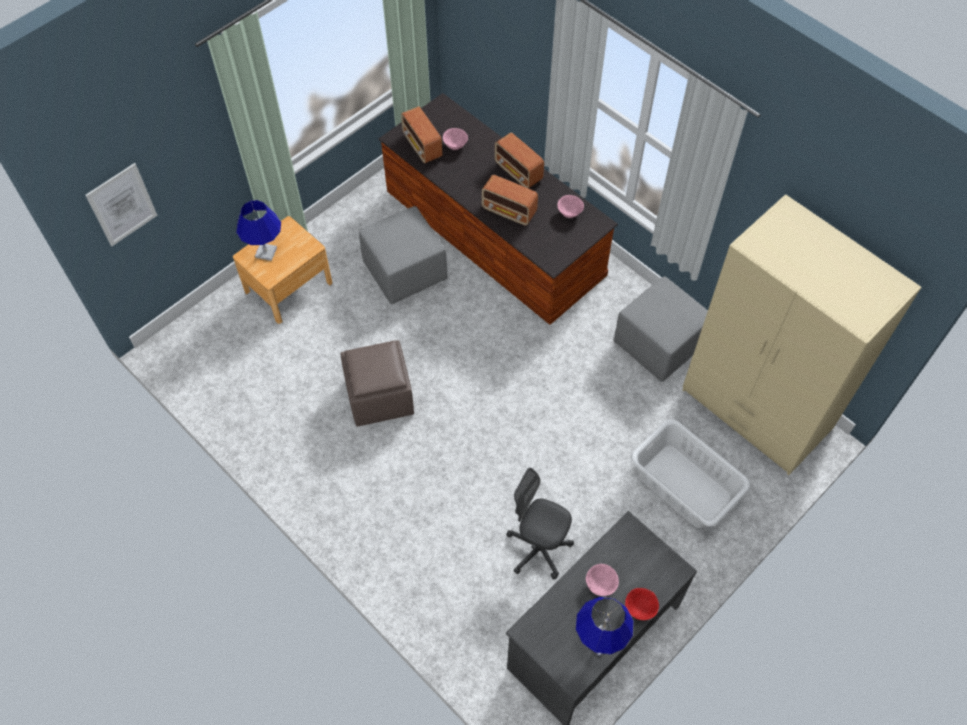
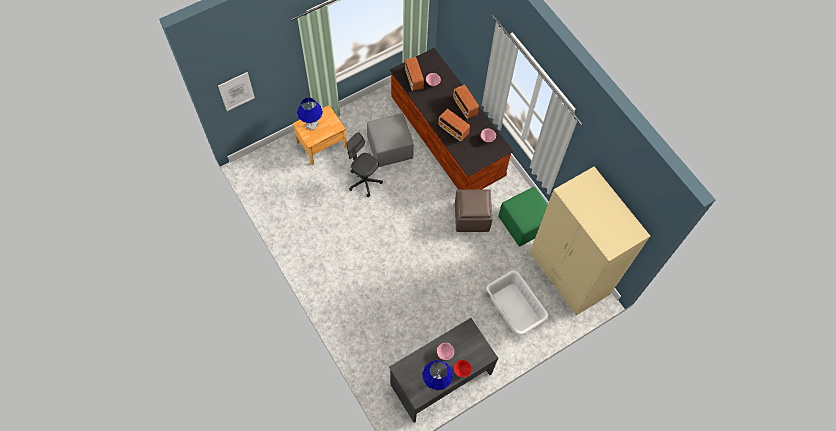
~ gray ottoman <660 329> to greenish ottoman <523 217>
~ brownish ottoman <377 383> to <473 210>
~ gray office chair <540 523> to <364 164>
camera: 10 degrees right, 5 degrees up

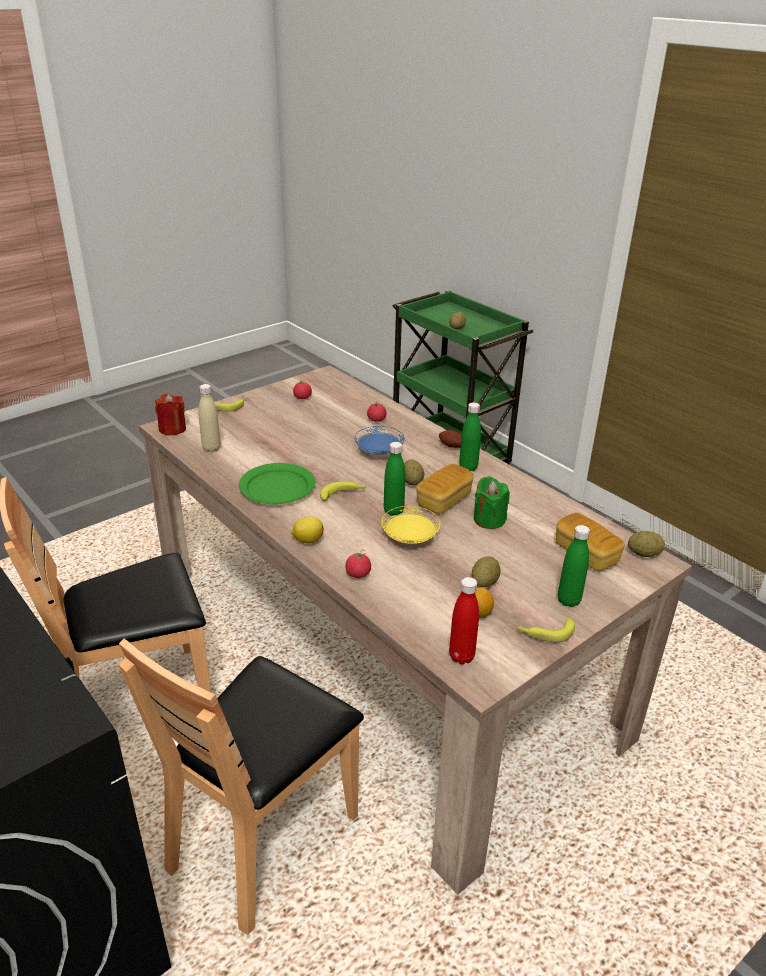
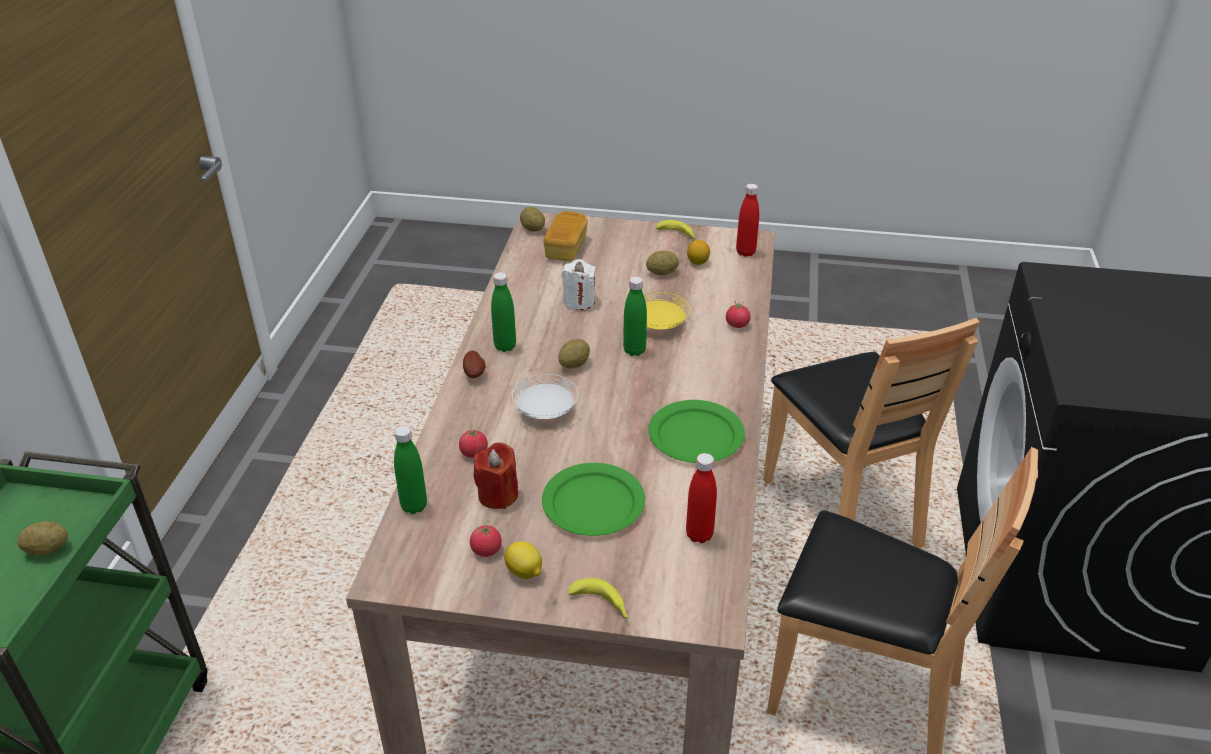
~ sand-coloured beverage bottle <210 418> to red-coloured beverage bottle <701 498>
~ red-coloured wax light <170 414> to <495 475>
~ blue flat dish <379 440> to whitish flat dish <545 396>
- bread <444 489>
~ greenish wax light <492 502> to whitish wax light <579 284>
- banana <343 491>
~ lemon <307 530> to <523 560>
~ greenish beverage bottle <574 566> to <410 469>
~ brownish upright chair <241 786> = <871 433> 75 degrees clockwise
+ greenish flat dish <593 499>
camera: 130 degrees left, 5 degrees up

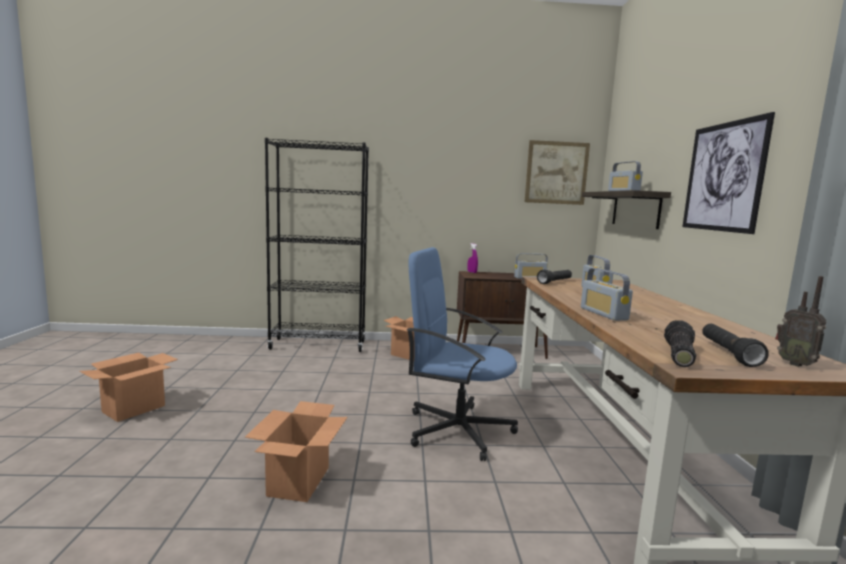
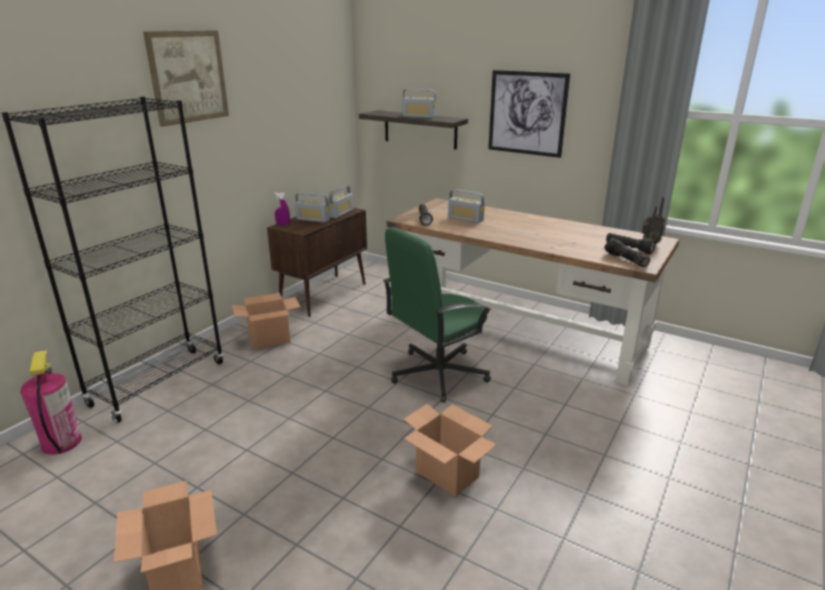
~ wall picture <557 172> to <186 78>
~ blue office chair <462 354> to greenish office chair <437 315>
~ radio <607 294> to <312 208>
+ fire extinguisher <51 402>
camera: 55 degrees left, 15 degrees up

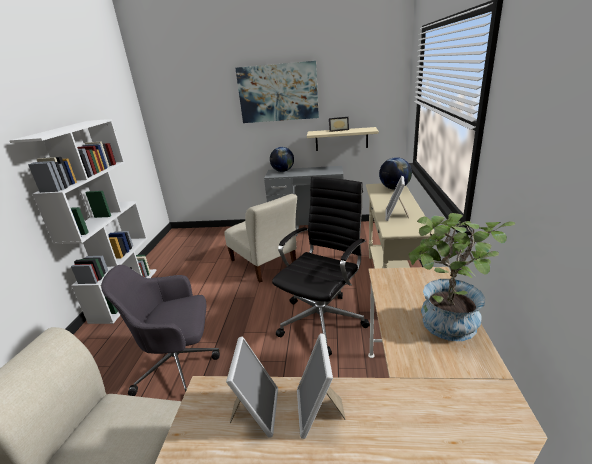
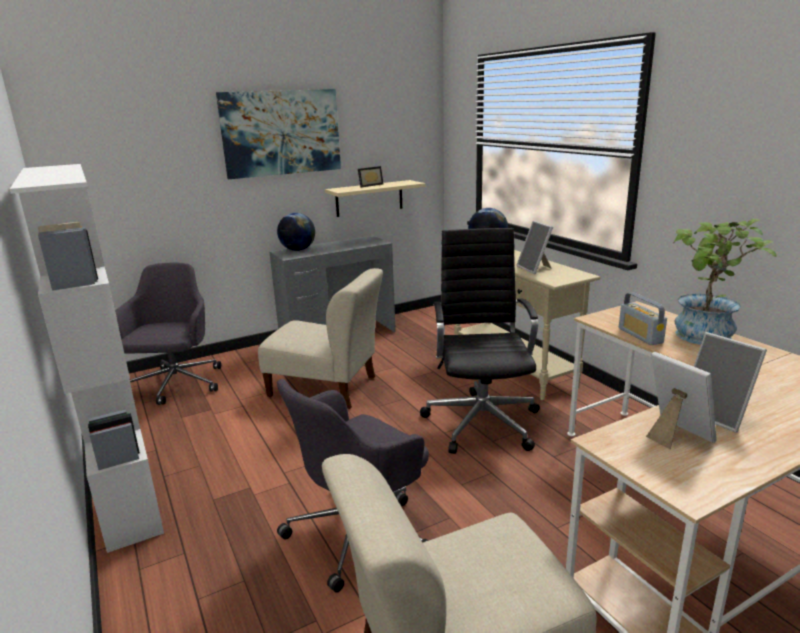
+ gray office chair <168 334>
+ radio <643 318>
camera: 35 degrees left, 5 degrees down

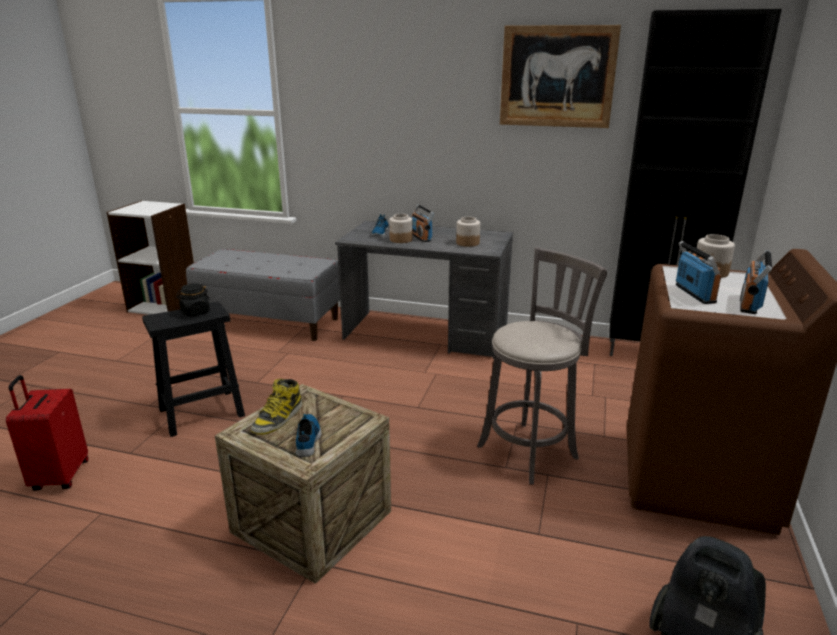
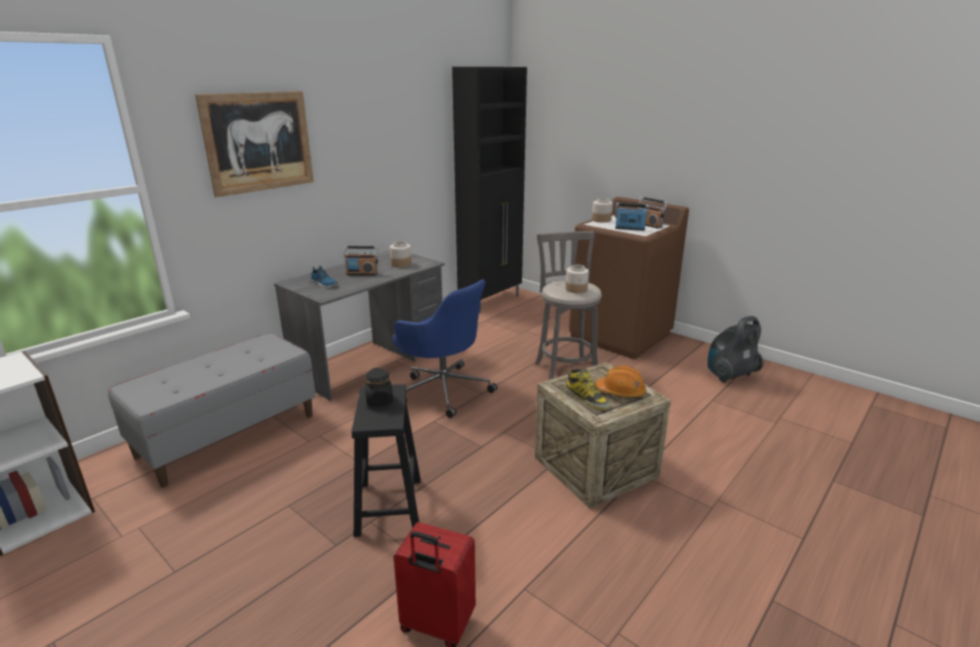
~ wall picture <560 76> to <254 144>
~ jar <401 228> to <577 279>
~ low shoe <308 435> to orange-coloured hard hat <621 381>
+ blue office chair <445 348>
camera: 65 degrees left, 0 degrees up

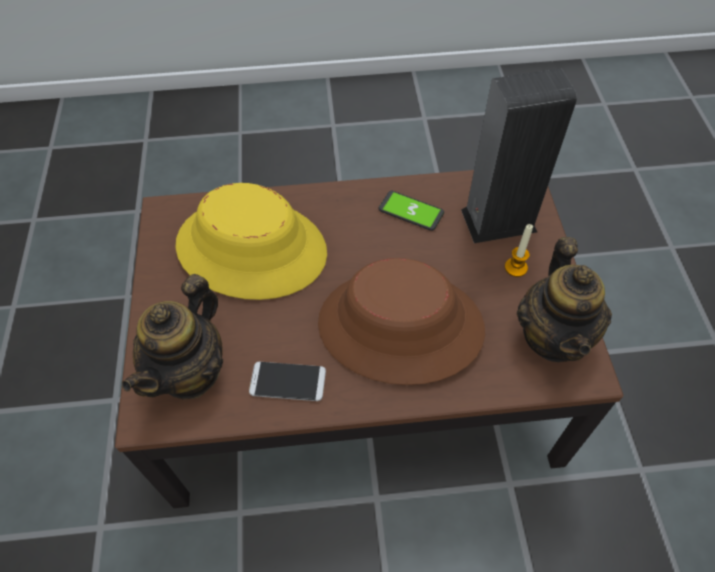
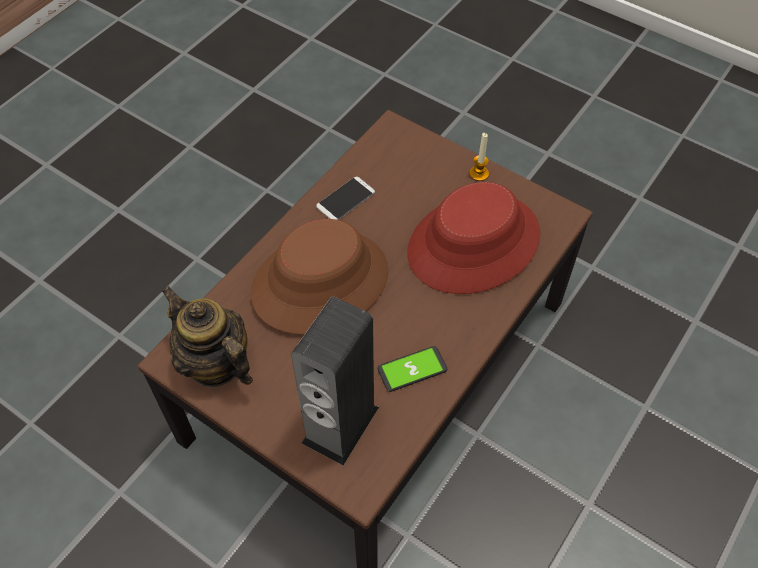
~ yellow wearable hat <251 241> to red-coloured wearable hat <473 238>
~ wax light <519 250> to <479 157>
- tea pot <172 337>
camera: 130 degrees right, 0 degrees up

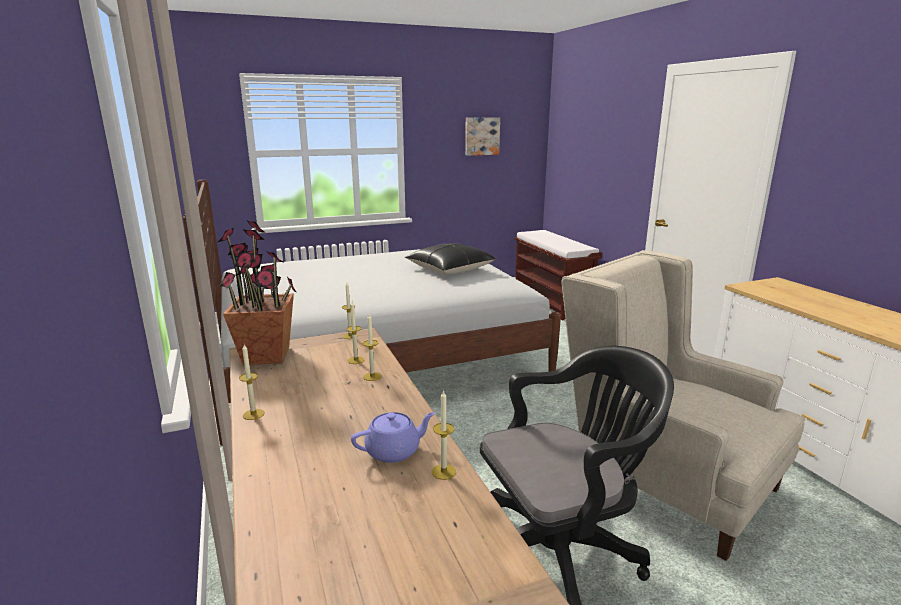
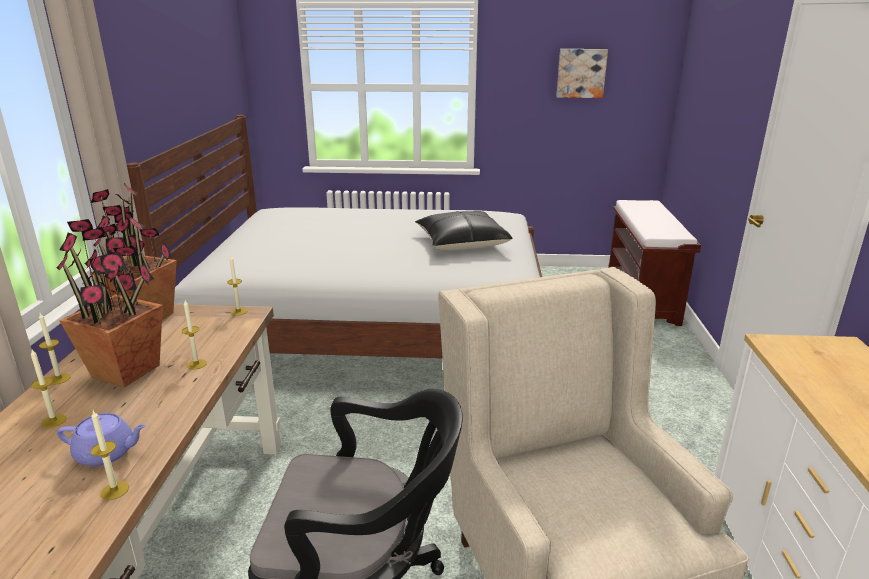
~ wax light <356 332> to <49 389>
+ houseplant <110 303>
camera: 25 degrees right, 5 degrees up

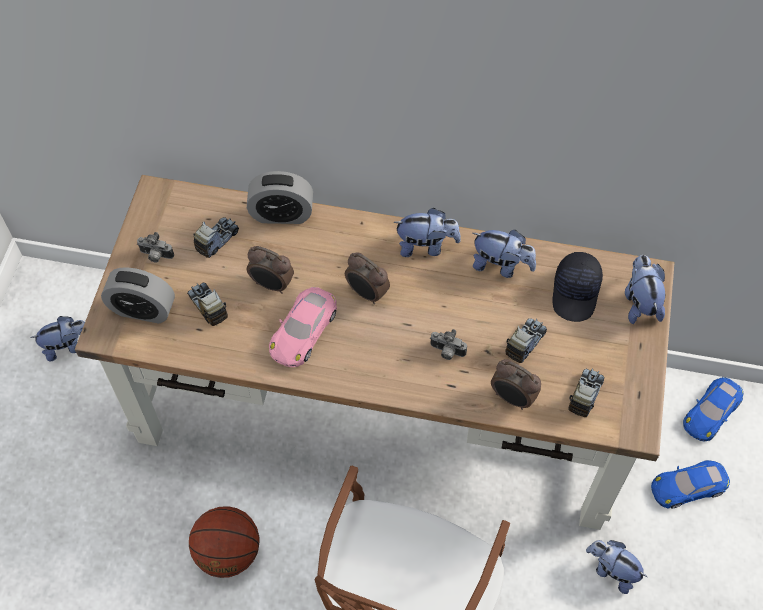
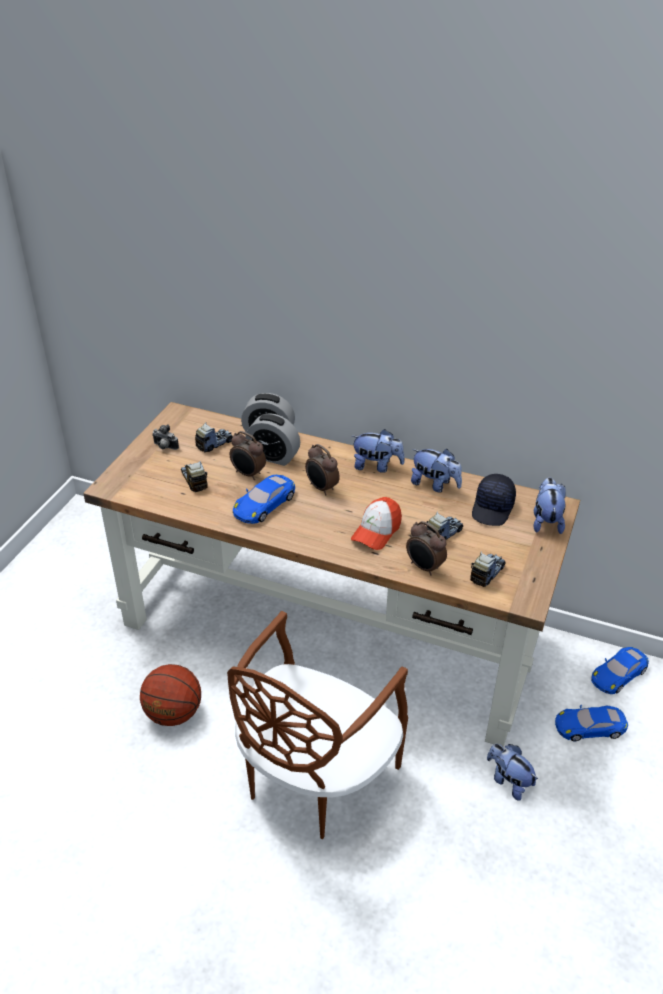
~ bedside clock <138 295> to <272 439>
~ pink toy car <303 327> to blue toy car <264 499>
- soft toy <58 338>
~ still camera <448 344> to peaked cap <376 523>
camera: 10 degrees right, 20 degrees down

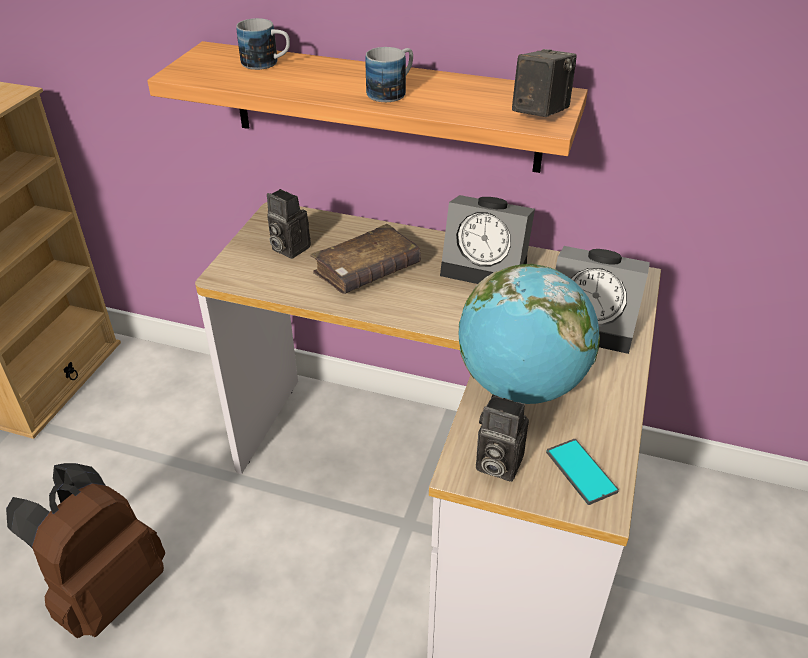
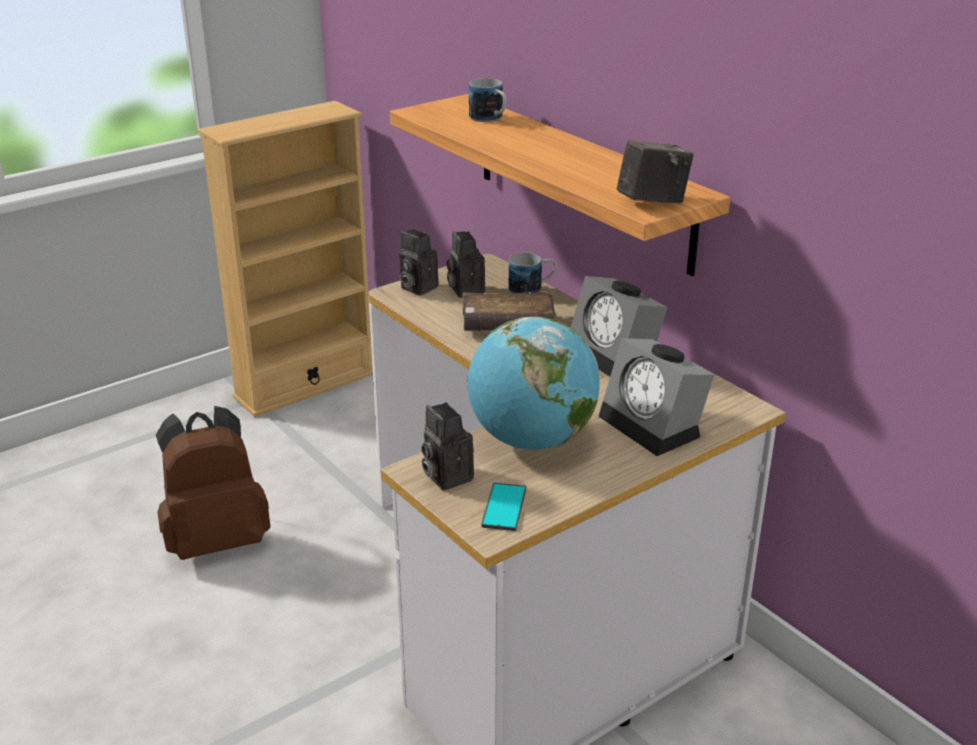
~ coffee mug <389 74> to <533 273>
+ still camera <419 262>
camera: 35 degrees right, 10 degrees down

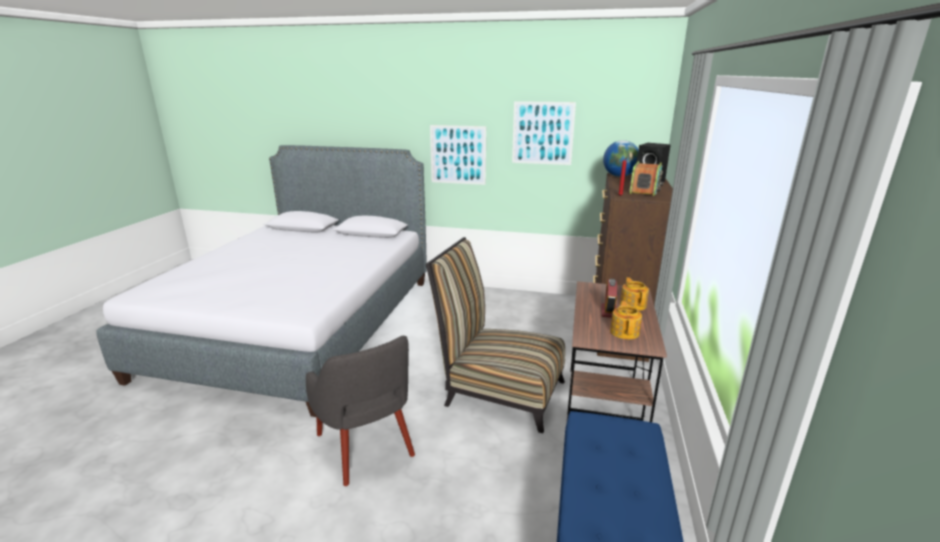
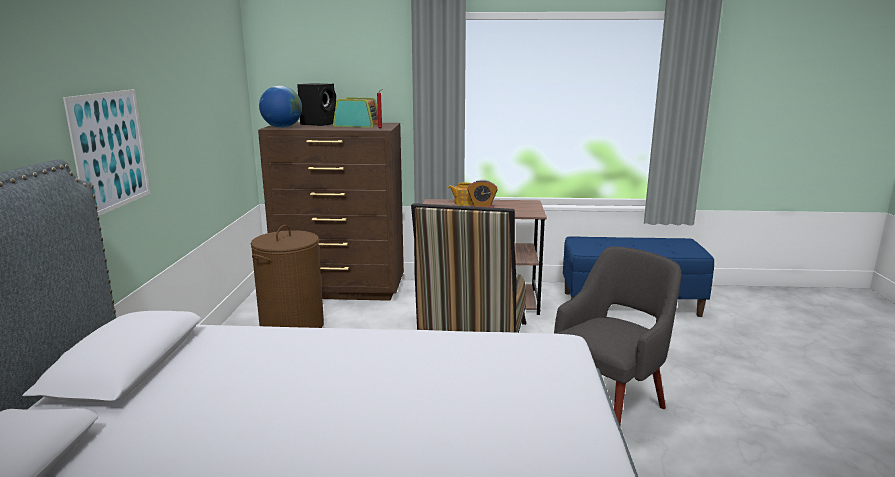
- wall picture <544 133>
- tea pot <626 320>
+ brownish laundry basket <287 276>
camera: 100 degrees left, 5 degrees down

